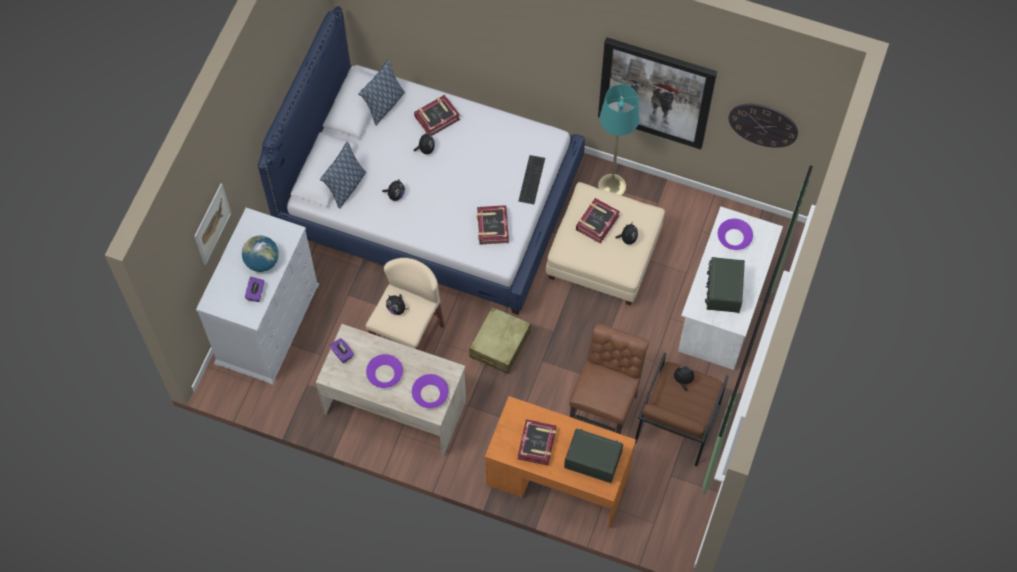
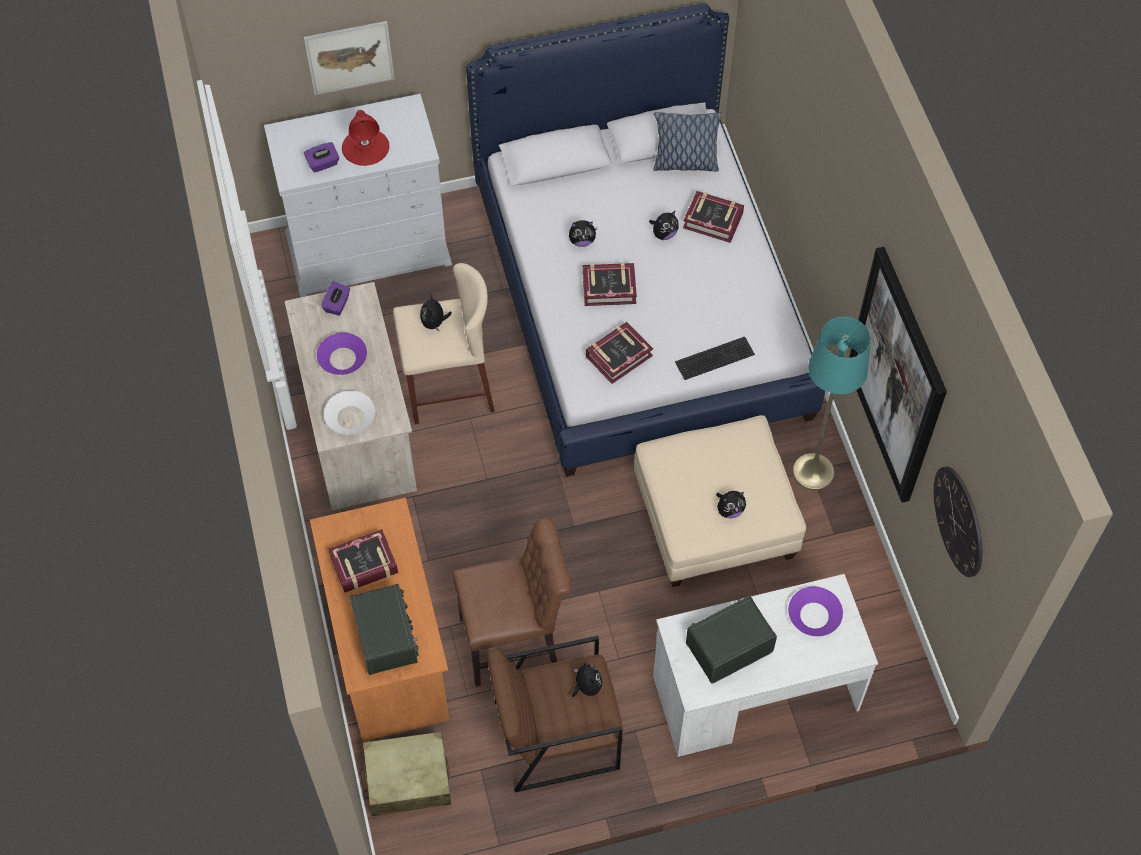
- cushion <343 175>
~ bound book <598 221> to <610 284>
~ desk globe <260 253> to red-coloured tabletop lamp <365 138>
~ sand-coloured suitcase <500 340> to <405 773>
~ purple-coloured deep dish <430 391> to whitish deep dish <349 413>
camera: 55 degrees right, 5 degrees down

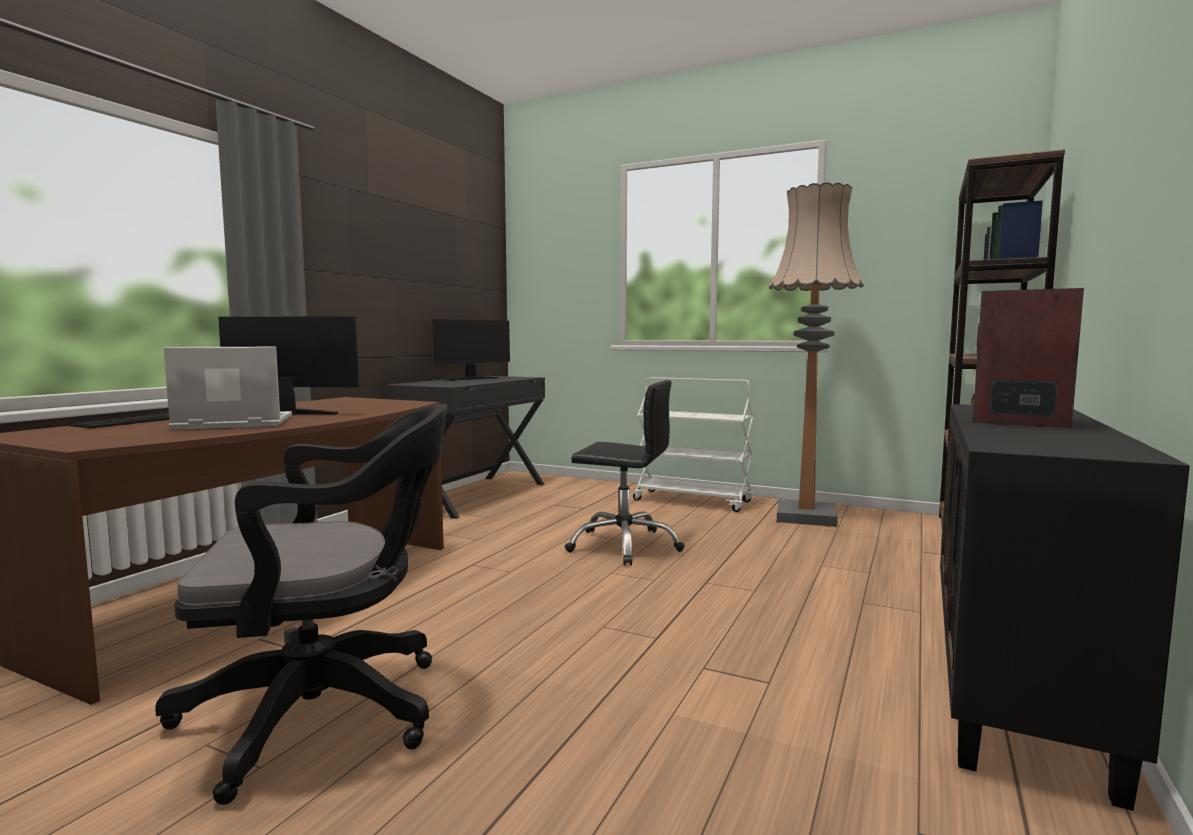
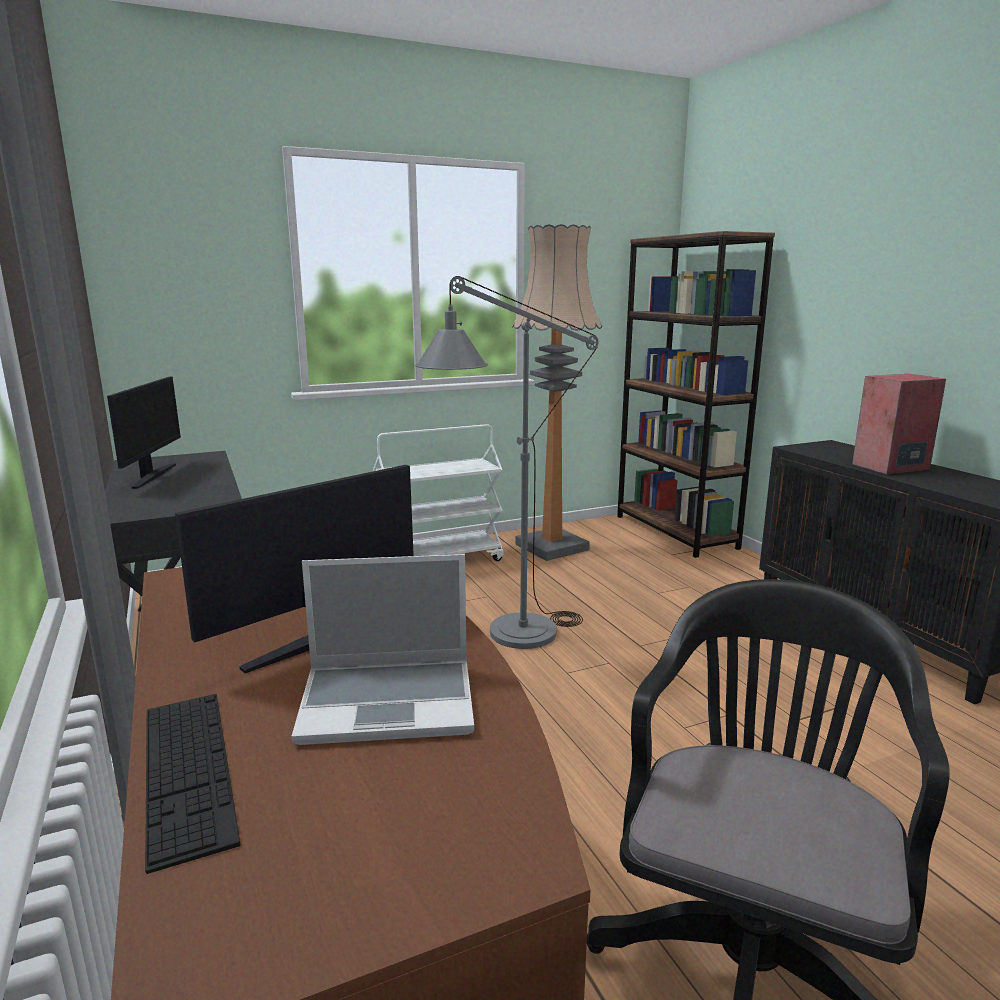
~ portable computer <228 388> = <382 649> 120 degrees counterclockwise
~ black-coloured office chair <625 472> to gray standard lamp <507 462>
camera: 50 degrees left, 10 degrees up

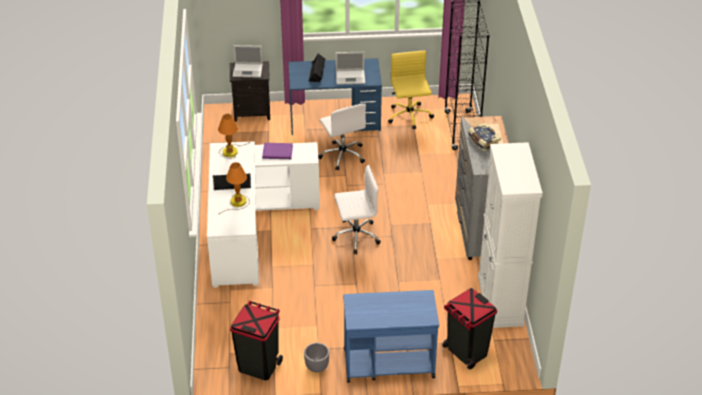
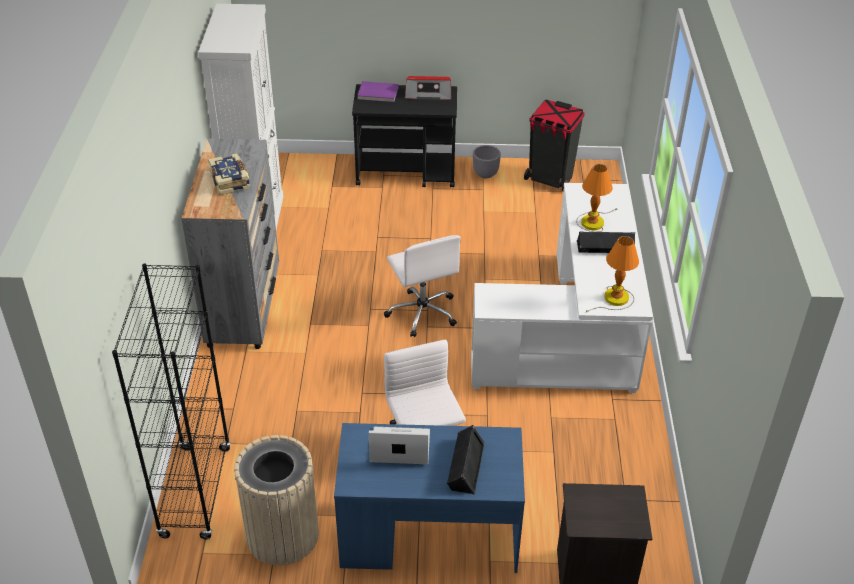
- portable computer <247 61>
~ yellow office chair <411 90> to sand-coloured waste bin <276 500>
~ purple-coloured bound book <277 151> to <378 91>
~ whitish office chair <356 209> = <422 286> 105 degrees counterclockwise
- black-coloured waste bin <469 328>
~ blue trolley <391 336> to black-coloured trolley <404 136>
+ radio <428 88>
camera: 175 degrees left, 0 degrees up

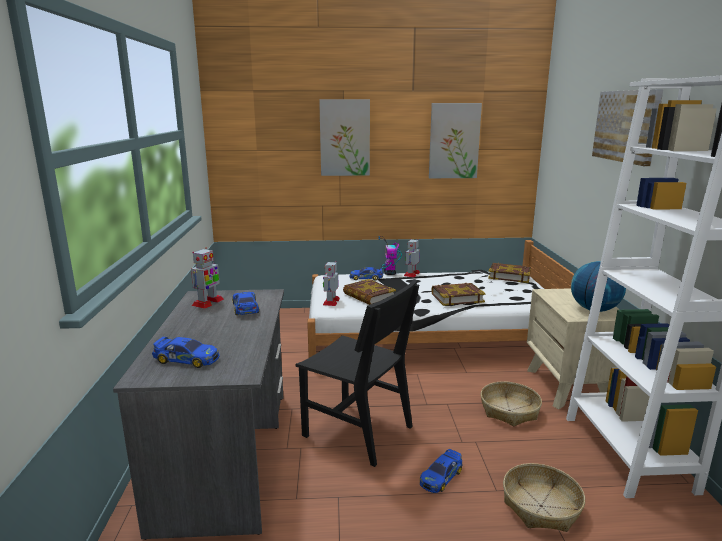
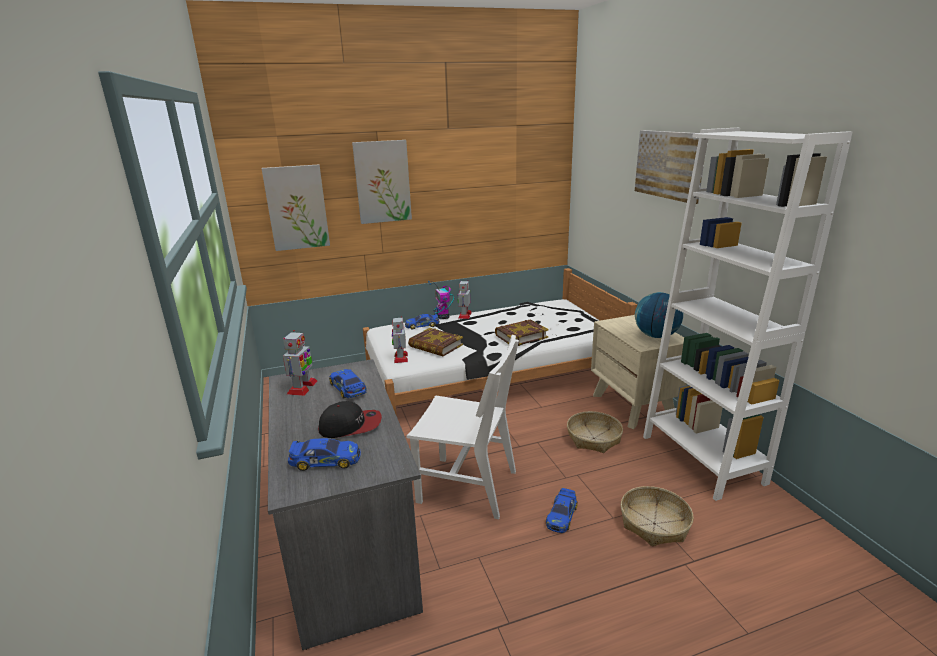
~ wall picture <455 140> to <295 208>
- bound book <509 273>
~ black-coloured upright chair <357 373> to whitish upright chair <463 427>
+ peaked cap <350 419>
camera: 15 degrees left, 5 degrees up

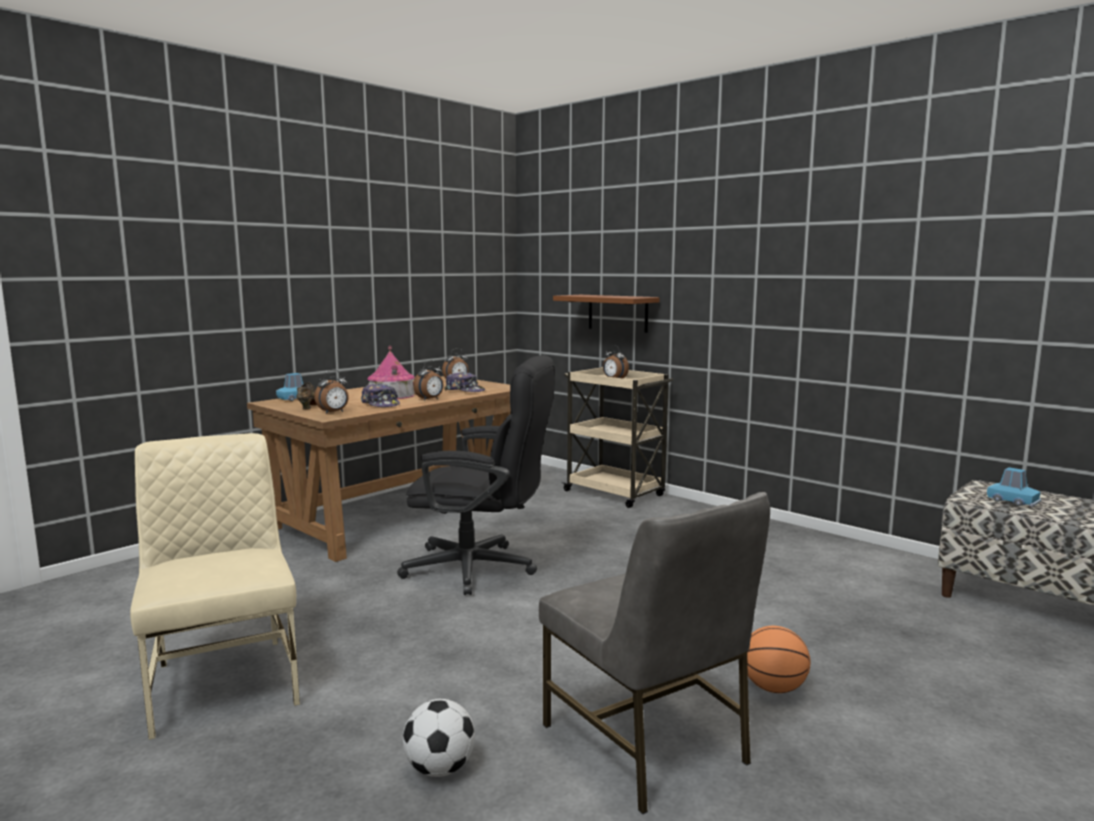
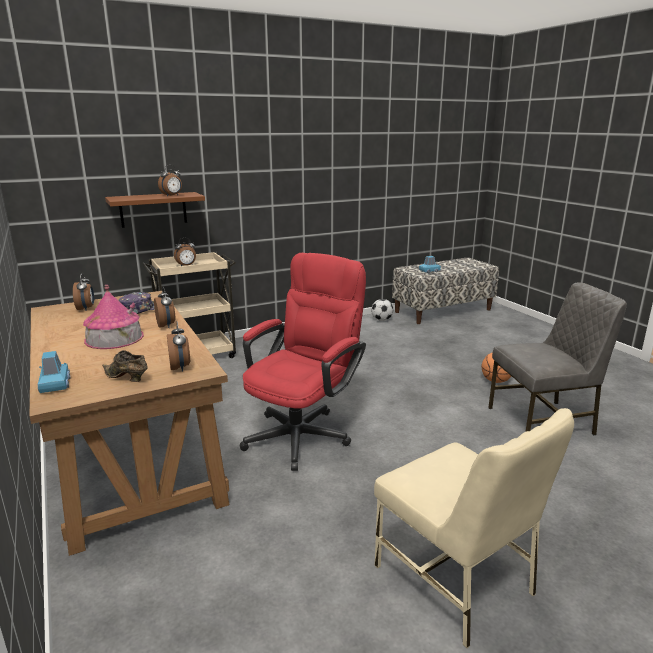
~ black-coloured office chair <476 475> to red-coloured office chair <303 362>
- peaked cap <380 395>
~ sand-coloured upright chair <215 586> = <474 528> 120 degrees counterclockwise
~ football ball <439 738> to <382 310>
+ bedside clock <170 181>
camera: 70 degrees left, 10 degrees up

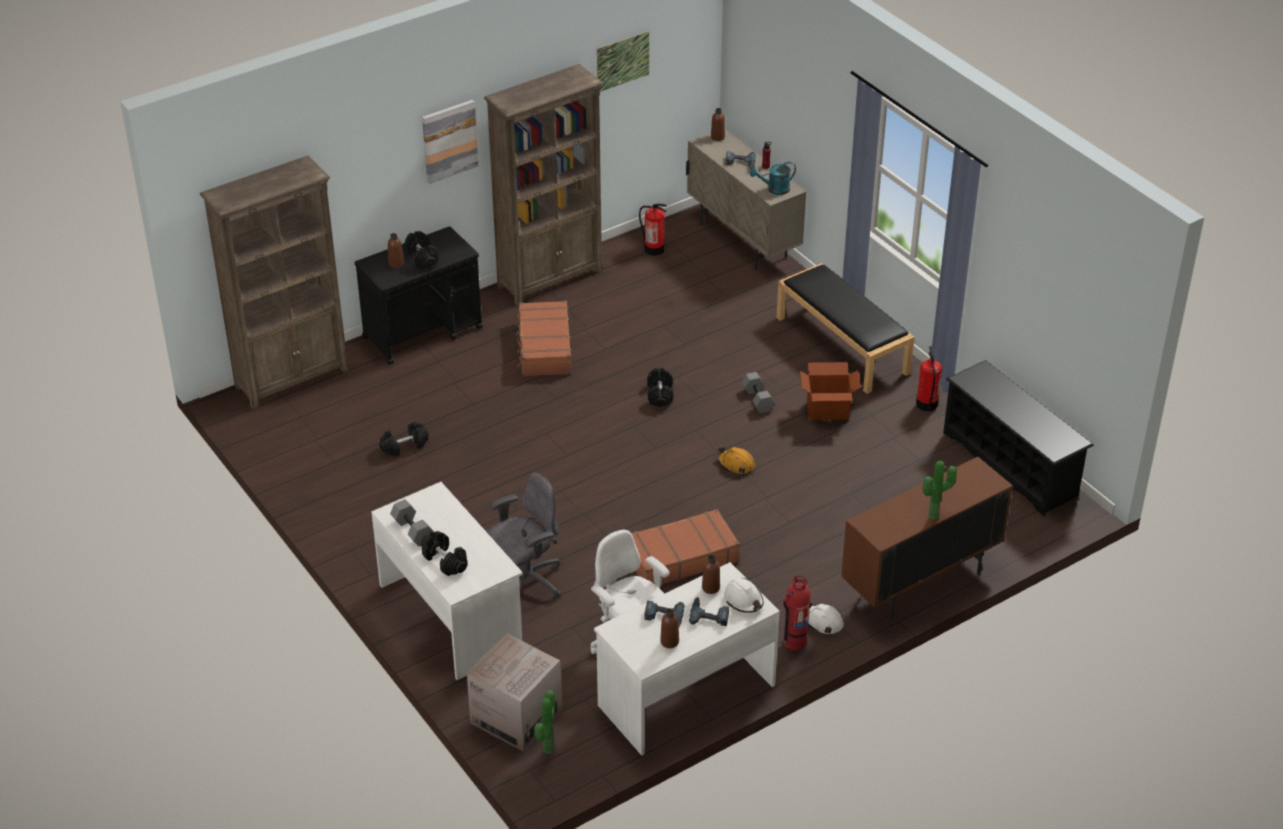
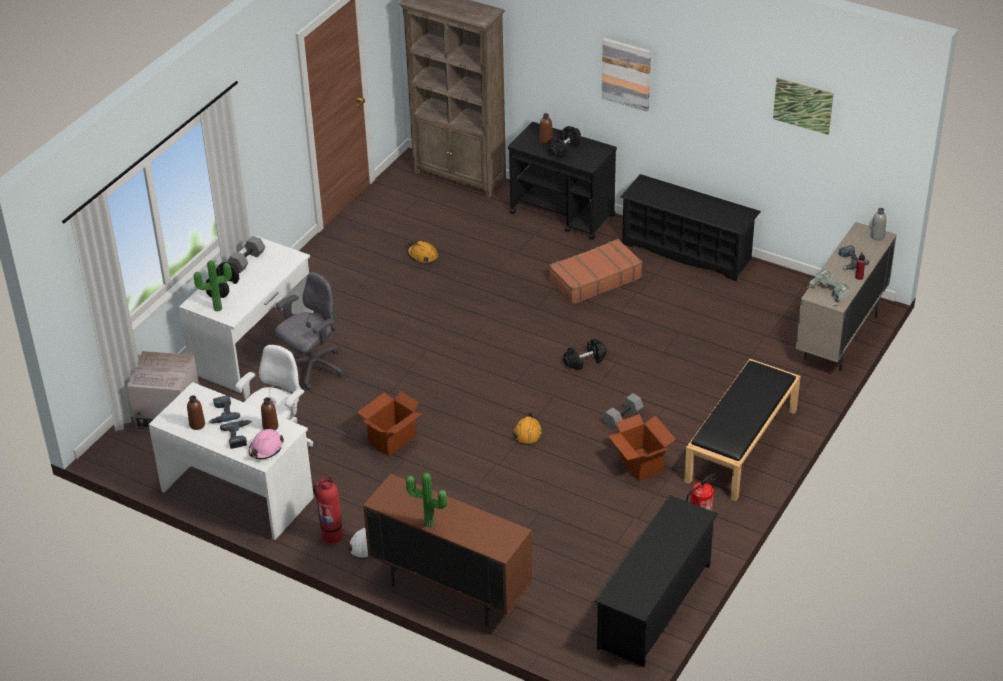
~ brownish bookshelf <544 185> to black-coloured shoe shelf <690 227>
~ brownish beverage bottle <718 124> to gray beverage bottle <878 224>
~ turquoise-coloured sprinkling can <773 178> to drill <828 287>
- fire extinguisher <653 230>
~ black-coloured free weight <404 439> to orange-coloured hard hat <423 252>
~ gray office chair <523 535> = <310 331> 75 degrees counterclockwise
~ brownish suitcase <685 546> to carton <390 423>
~ whitish hard hat <744 595> to pink hard hat <266 444>
~ houseplant <544 722> to <213 286>
camera: 65 degrees right, 0 degrees up

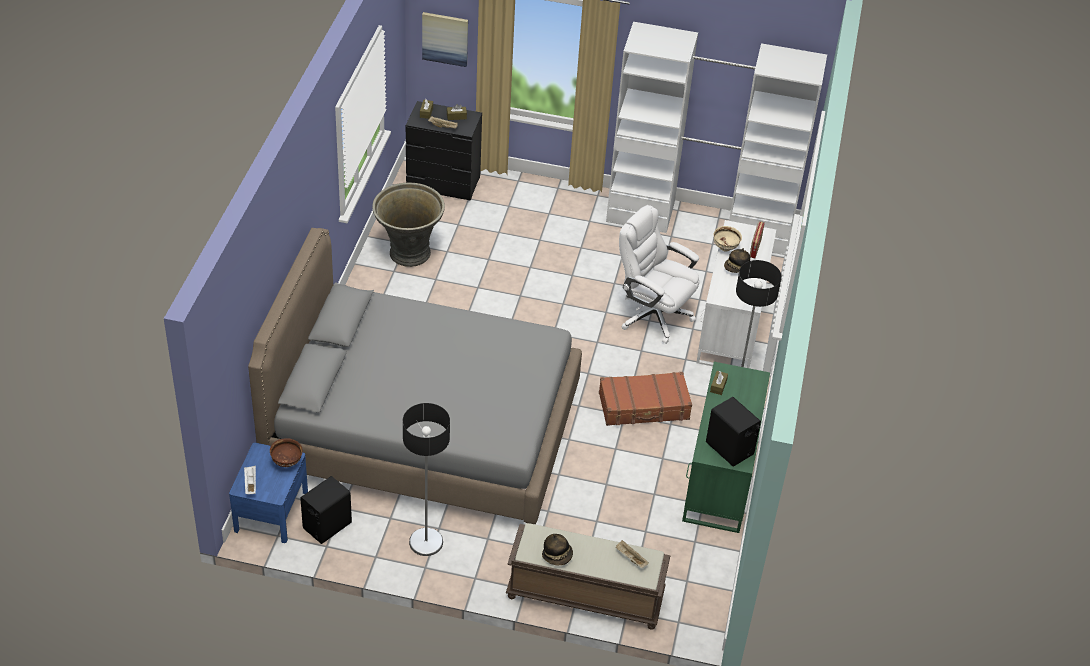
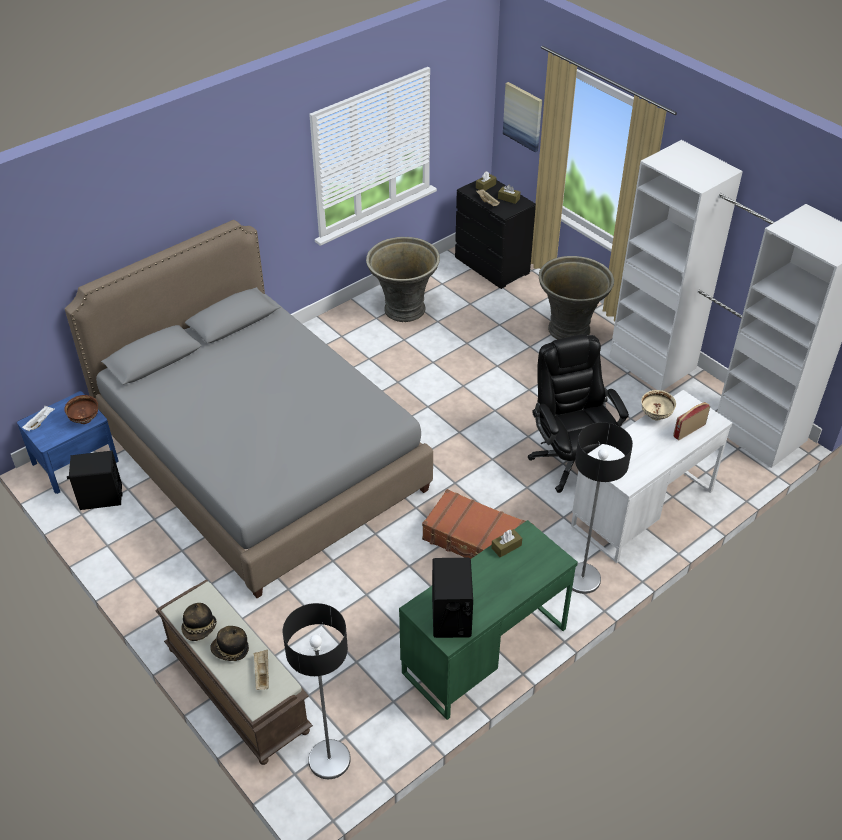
~ whitish office chair <659 274> to black-coloured office chair <578 413>
~ wearable hat <737 260> to <229 643>
~ standard lamp <426 479> to <317 691>
+ gray flower pot <576 297>
camera: 40 degrees right, 0 degrees up

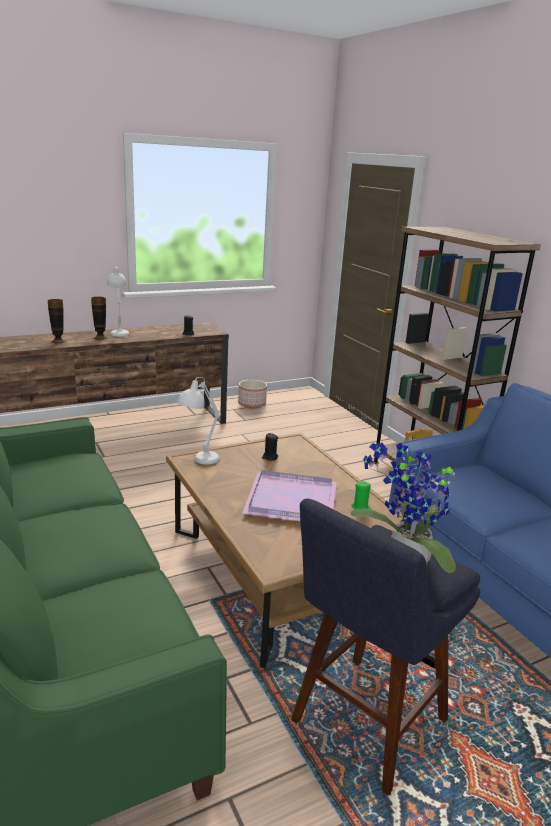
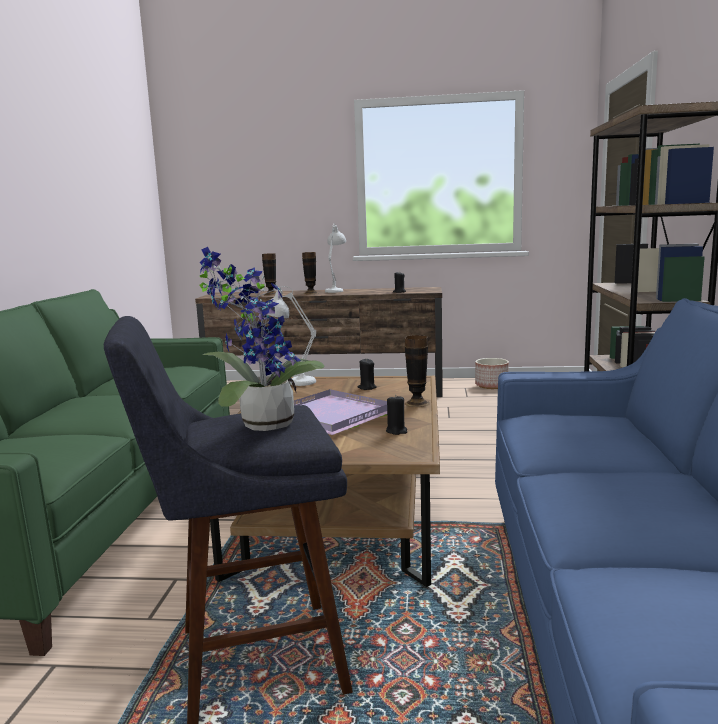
~ greenish wax light <361 495> to black-coloured wax light <396 415>
+ flower vase <417 371>
camera: 35 degrees right, 10 degrees down

